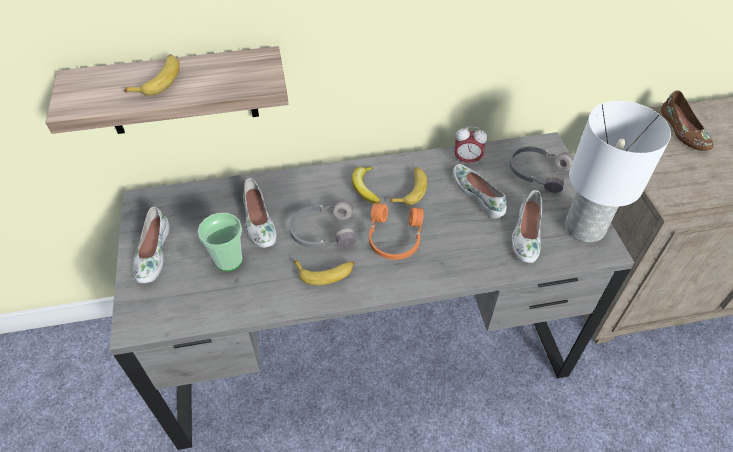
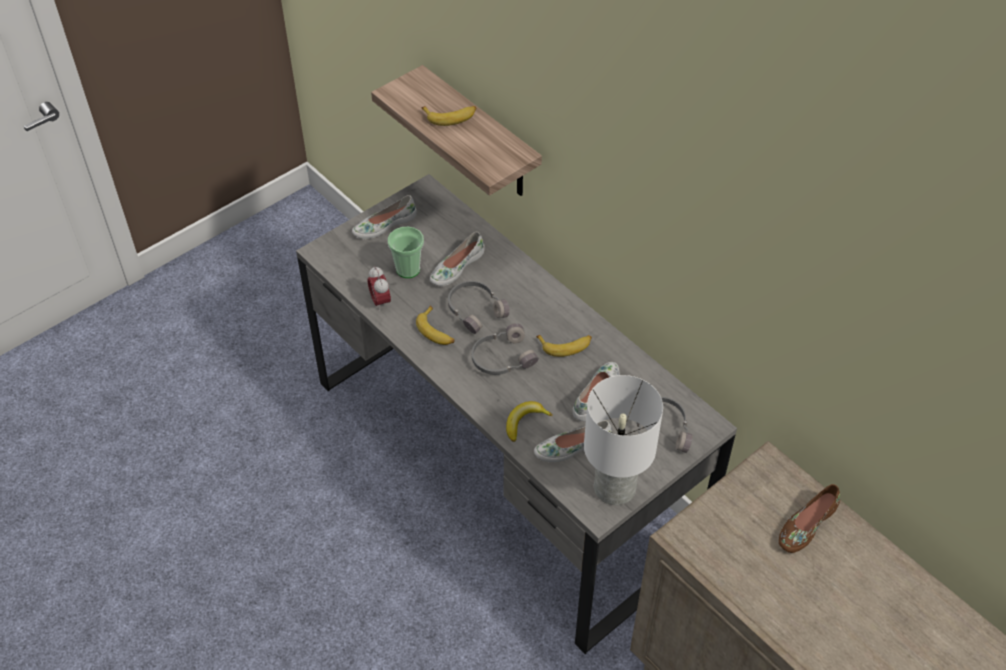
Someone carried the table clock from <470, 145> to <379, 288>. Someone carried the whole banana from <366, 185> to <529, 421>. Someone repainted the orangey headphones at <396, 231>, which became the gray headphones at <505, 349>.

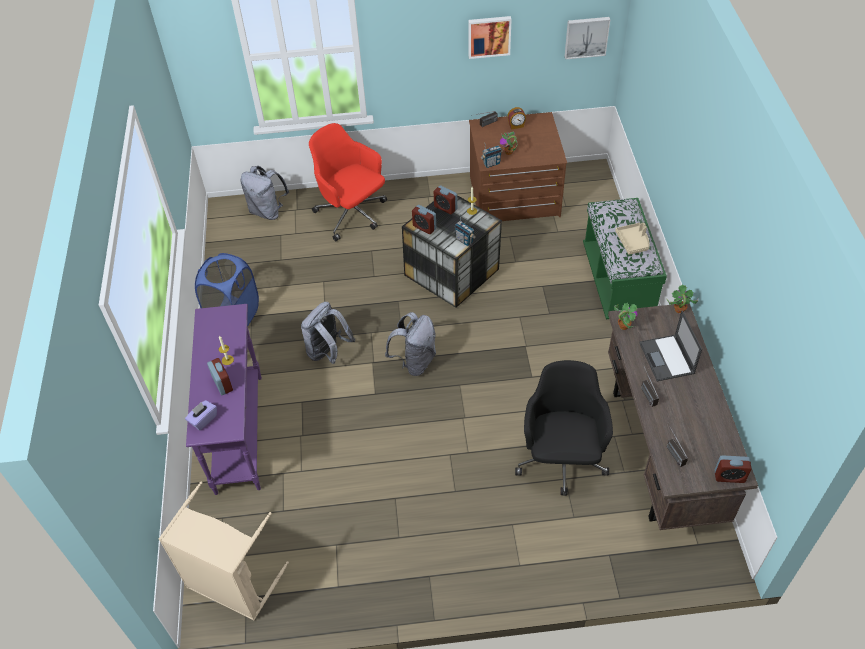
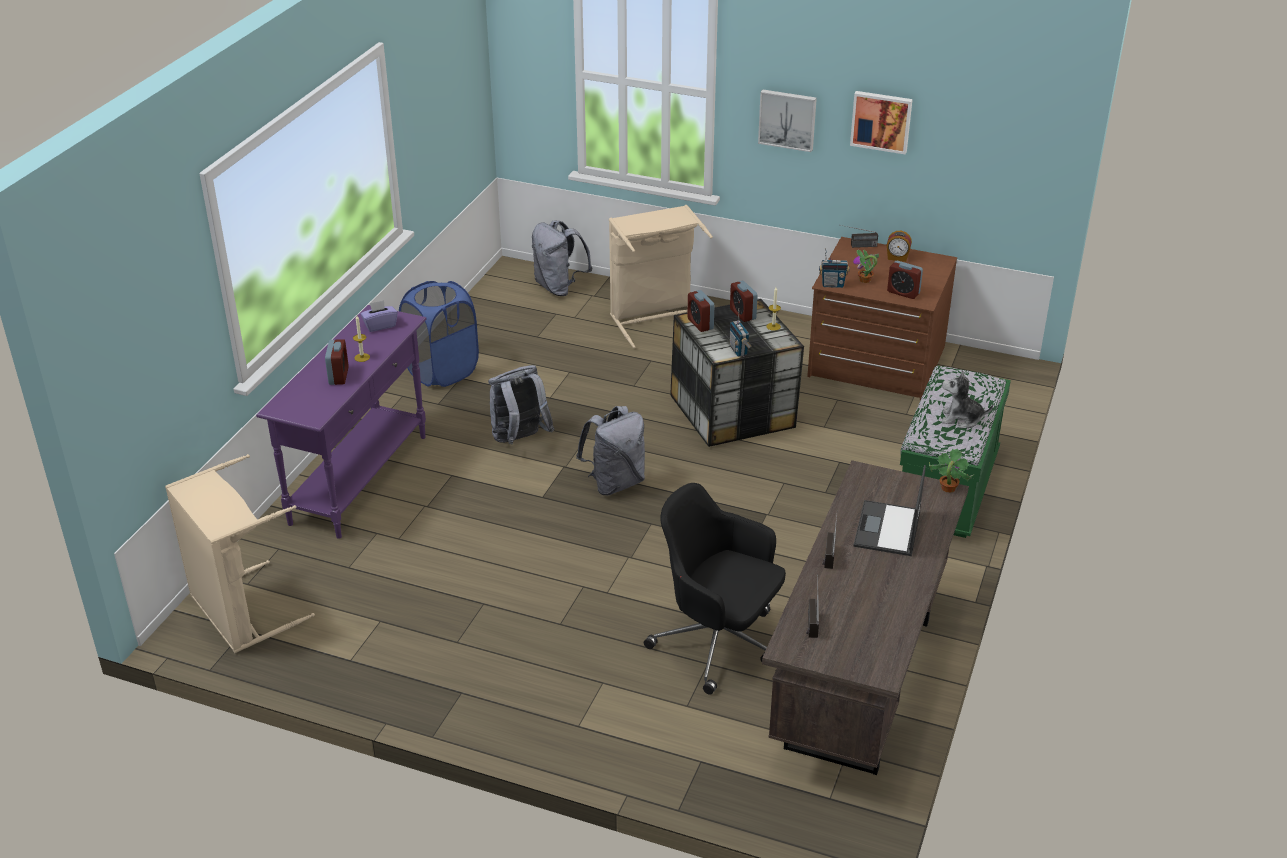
Someone carried the wall picture from <587, 38> to <787, 121>. Someone swapped the red computer chair at <348, 182> for the sand-coloured washing basket at <661, 276>. Someone swapped the sand-coloured tray at <632, 239> for the plush toy at <967, 399>. Someone took away the potted plant at <626, 316>. Someone rotated the blackish computer chair at <564, 428> by 90 degrees counterclockwise. Someone carried the purple-coloured tissue holder from <201, 415> to <379, 316>. Someone carried the table clock from <733, 469> to <905, 280>.

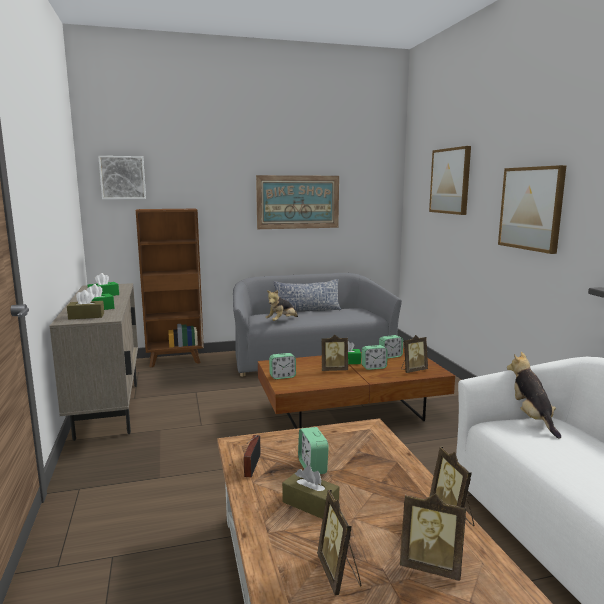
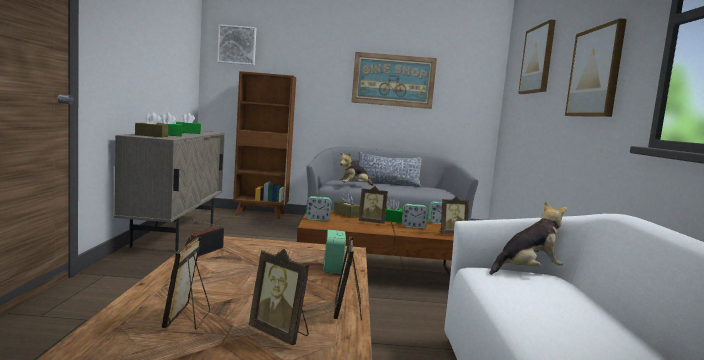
Someone rotated the plush toy at <534, 395> by 60 degrees clockwise. Someone carried the table clock from <313, 450> to <334, 252>. Someone carried the brownish tissue holder from <310, 492> to <347, 205>.

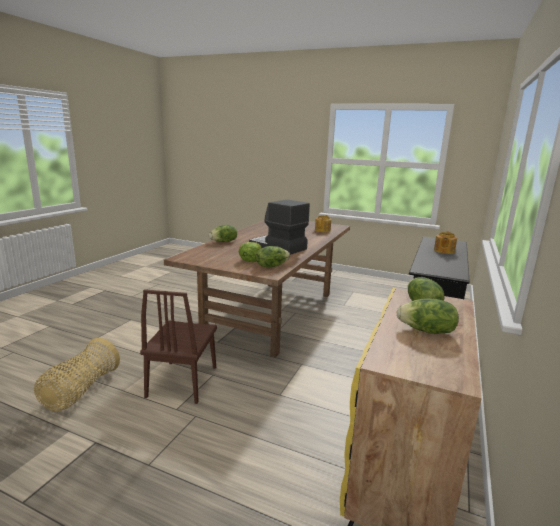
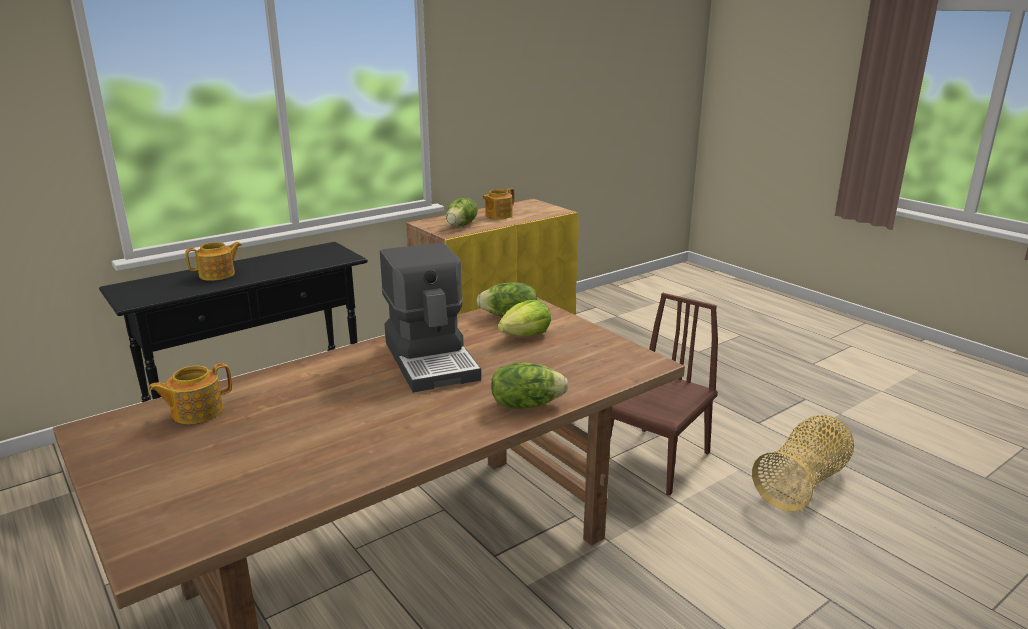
Someone swapped the lettuce at <427, 316> for the pot for tea at <498, 203>.

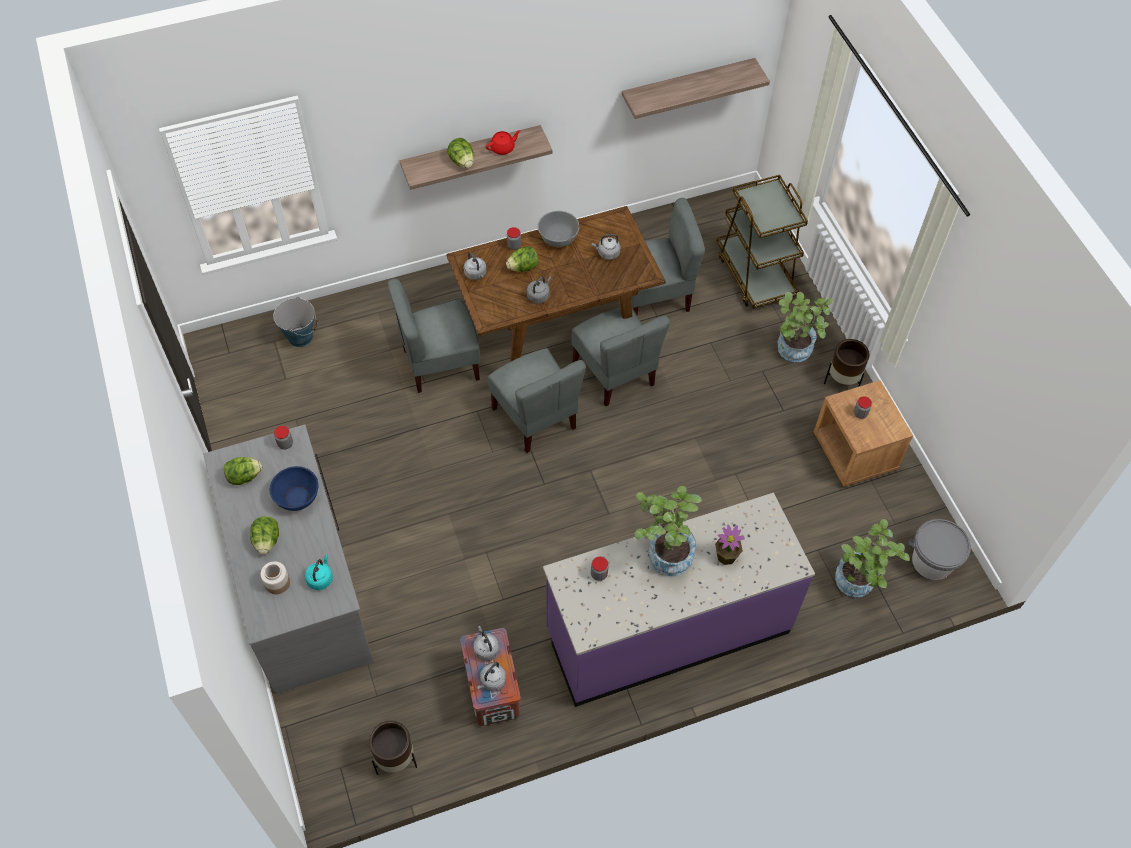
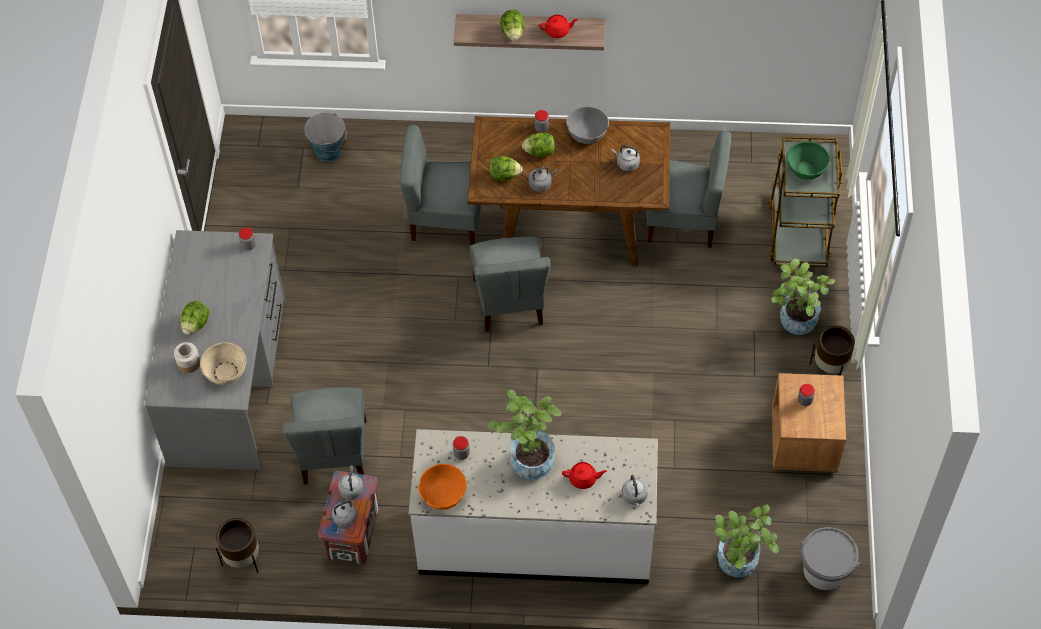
Someone took away the wall shelf at <696, 88>. Someone carried the gray water kettle from <475, 266> to <635, 491>. Someone carried the gray upright chair from <620, 356> to <324, 436>. Someone carried the lettuce from <243, 471> to <505, 168>. Someone took away the blue deep dish at <294, 488>. Someone repainted the purple-coloured kitchen base unit at <679, 600>, which became the white kitchen base unit at <533, 506>. Someone swapped the potted plant at <730, 545> for the red pot for tea at <584, 475>. Someone swapped the turquoise water kettle at <319, 572> for the sand-coloured deep dish at <223, 363>. Someone put down the green-coloured deep dish at <808, 160>. Someone put down the orangey deep dish at <442, 487>.

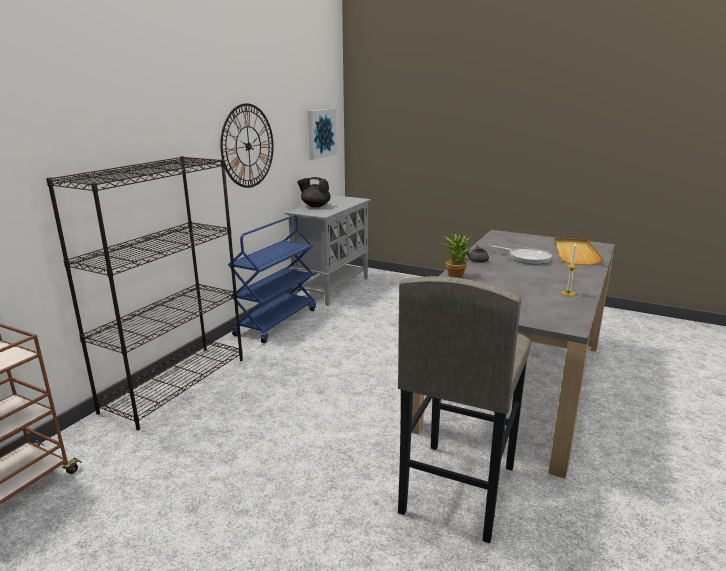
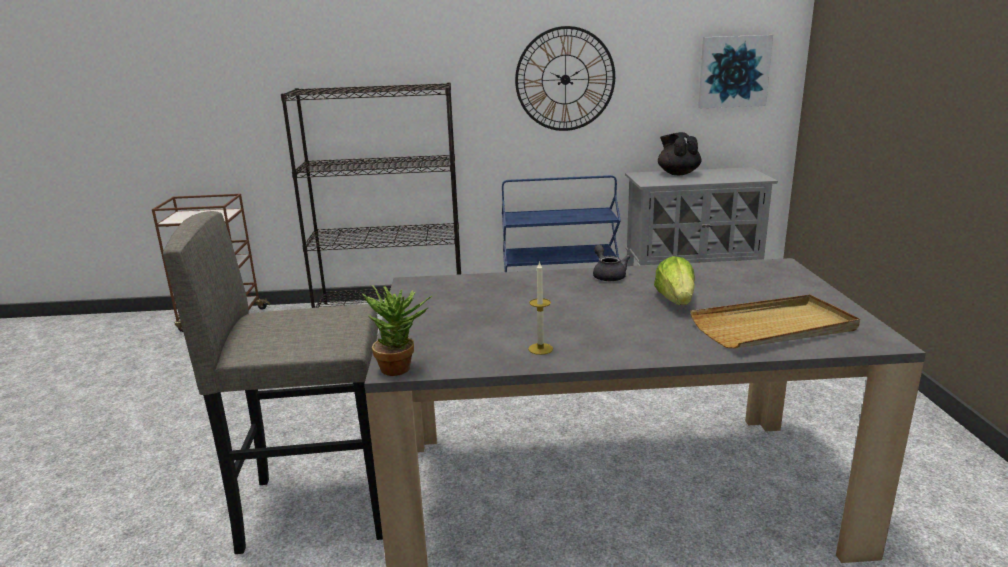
Someone carried the potted plant from <456, 256> to <397, 330>. Someone swapped the pan at <521, 254> for the lettuce at <674, 280>.

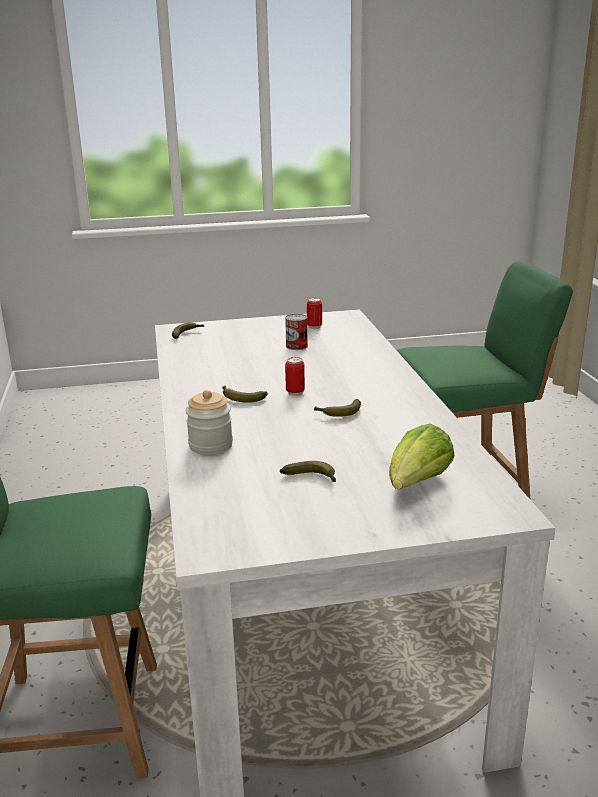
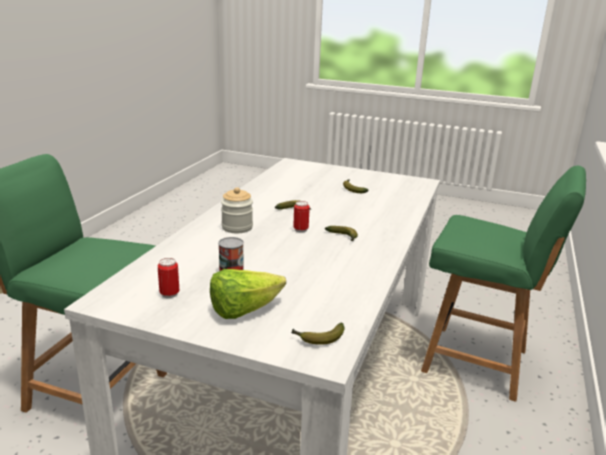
Someone carried the preserve jar from <209, 422> to <237, 210>. Someone carried the lettuce from <422, 456> to <248, 294>.

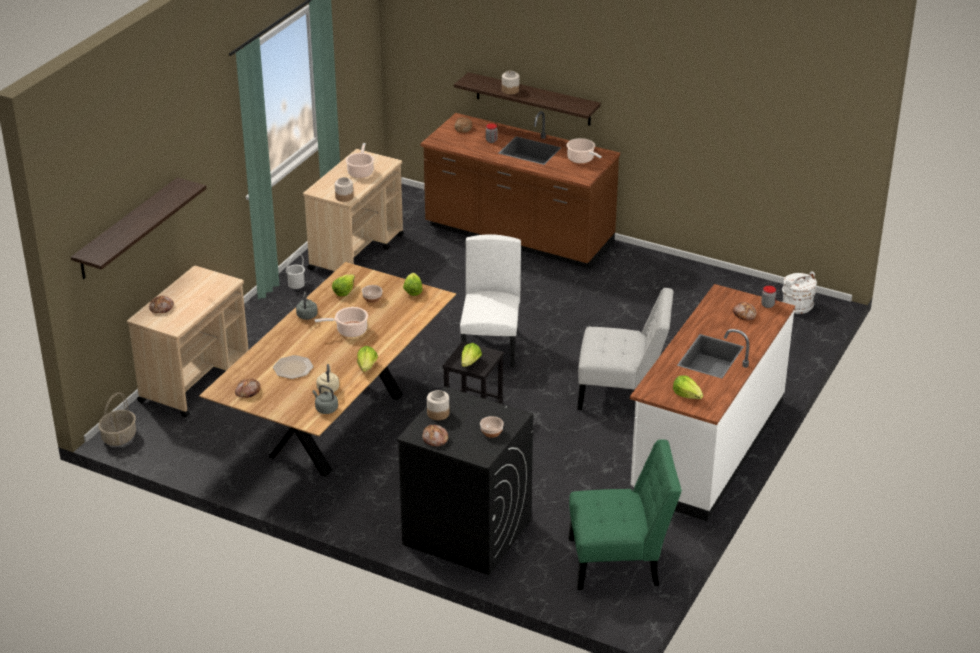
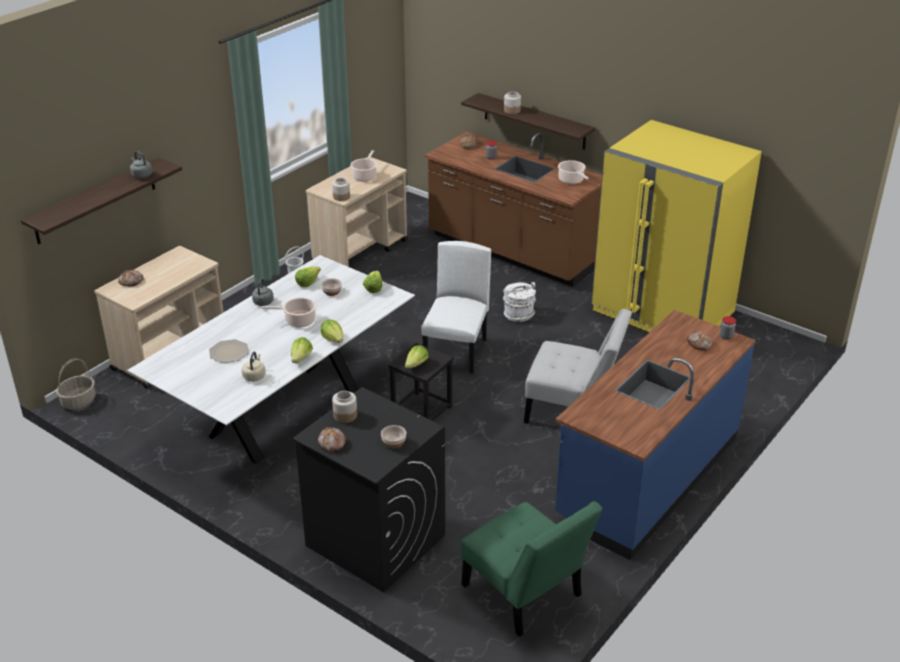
Someone repainted the brownish dining table at <327, 369>, which became the white dining table at <271, 359>. Someone carried the white water bucket from <799, 292> to <519, 302>. Someone repainted the white kitchen base unit at <712, 402>, which became the blue kitchen base unit at <655, 435>. Someone carried the lettuce from <688, 387> to <332, 331>. Someone took away the baked bread at <248, 388>. Someone carried the gray water kettle from <325, 399> to <141, 165>. Someone rotated the green-coloured upright chair at <625, 514> by 45 degrees clockwise. Someone put down the yellow refrigerator at <676, 226>.

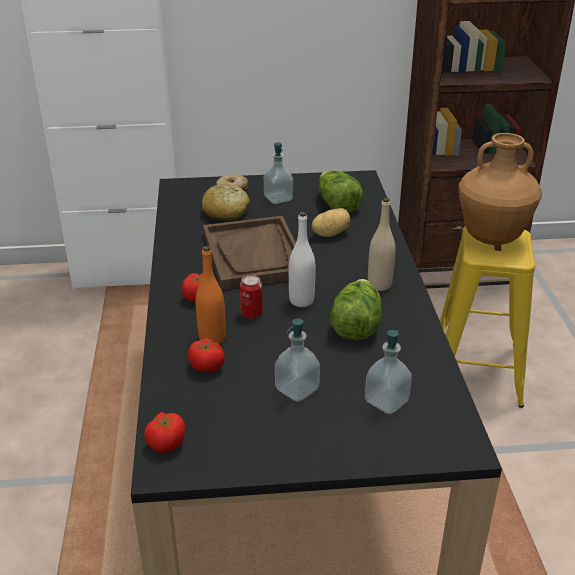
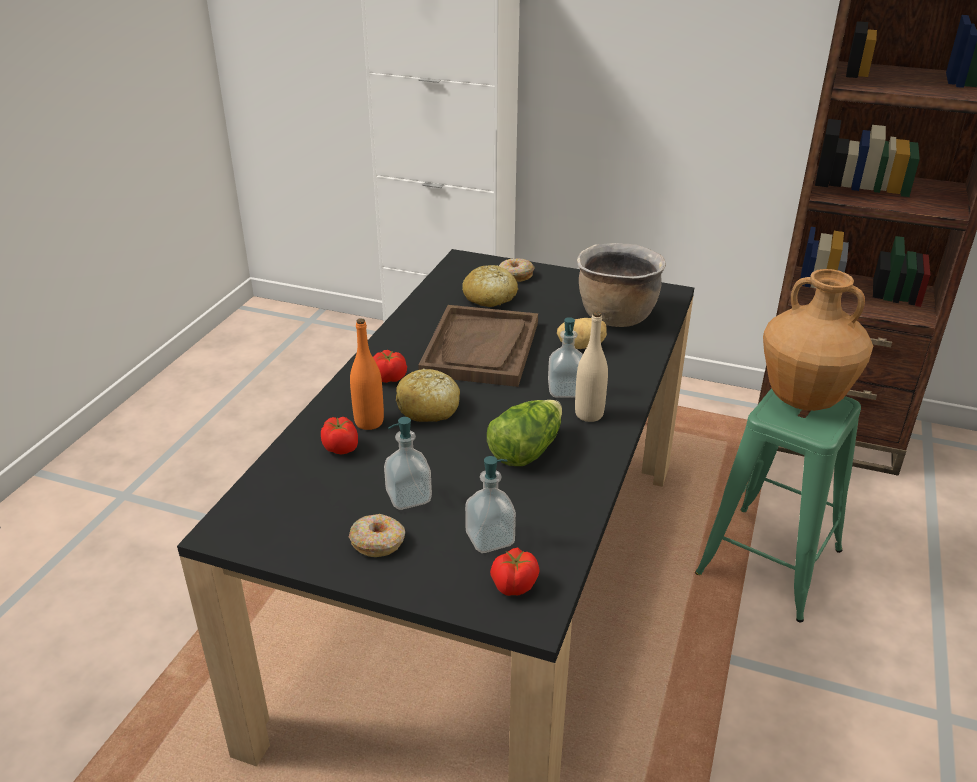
Someone carried the liquid soap bottle from <278, 173> to <565, 357>. Someone swapped the lettuce at <340, 191> for the brownish cooking pot at <621, 285>. Someone took away the white bottle at <302, 259>. Someone repainted the yellow sitting stool at <487, 317>, which became the green-coloured sitting stool at <778, 505>. Someone swapped the sealed can at <251, 297> for the baked bread at <428, 395>. Someone carried the fresh tomato from <164, 433> to <515, 572>. Someone put down the doughnut at <377, 535>.

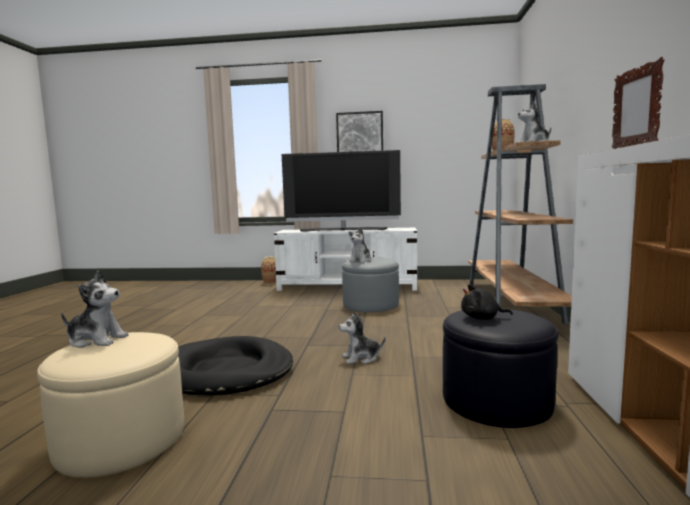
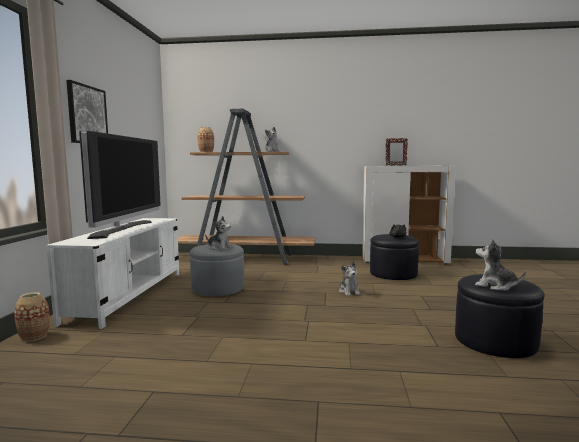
Someone rotated the plush toy at <95, 309> by 60 degrees counterclockwise. Someone repainted the sand-coloured pouffe at <110, 405>, which became the blackish pouffe at <499, 316>. Someone took away the blackish pet bed at <235, 366>.

